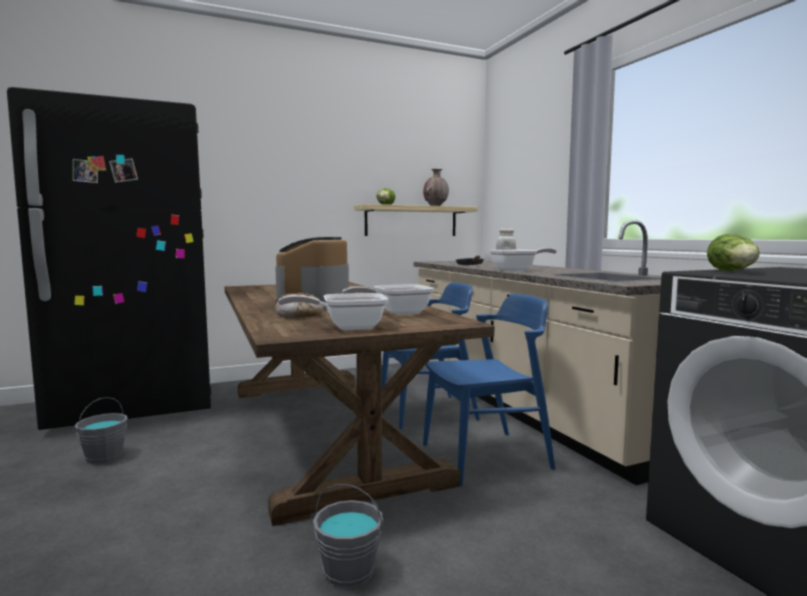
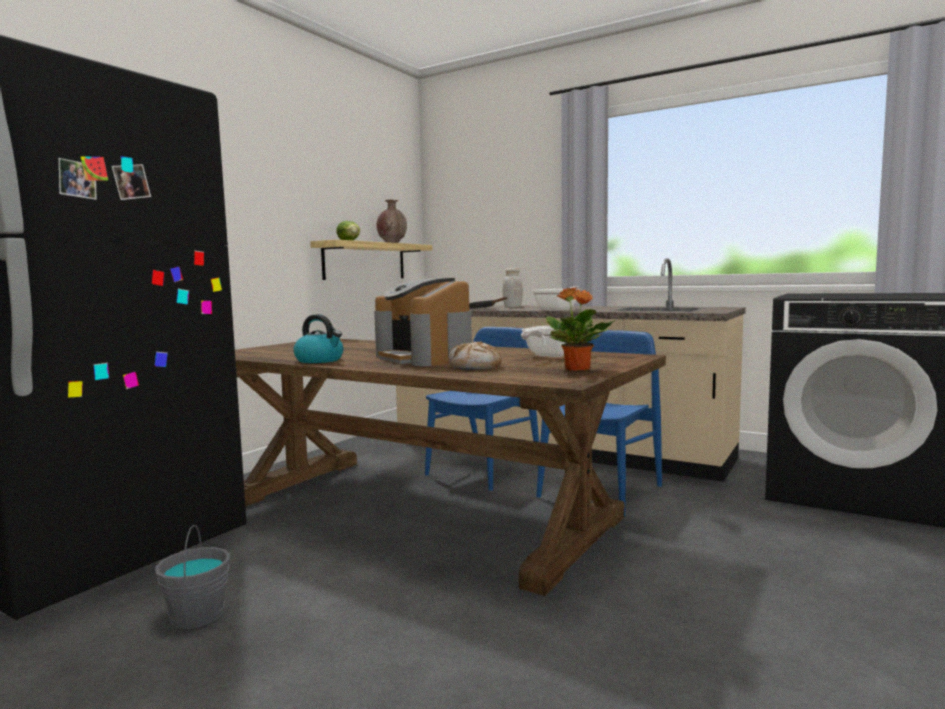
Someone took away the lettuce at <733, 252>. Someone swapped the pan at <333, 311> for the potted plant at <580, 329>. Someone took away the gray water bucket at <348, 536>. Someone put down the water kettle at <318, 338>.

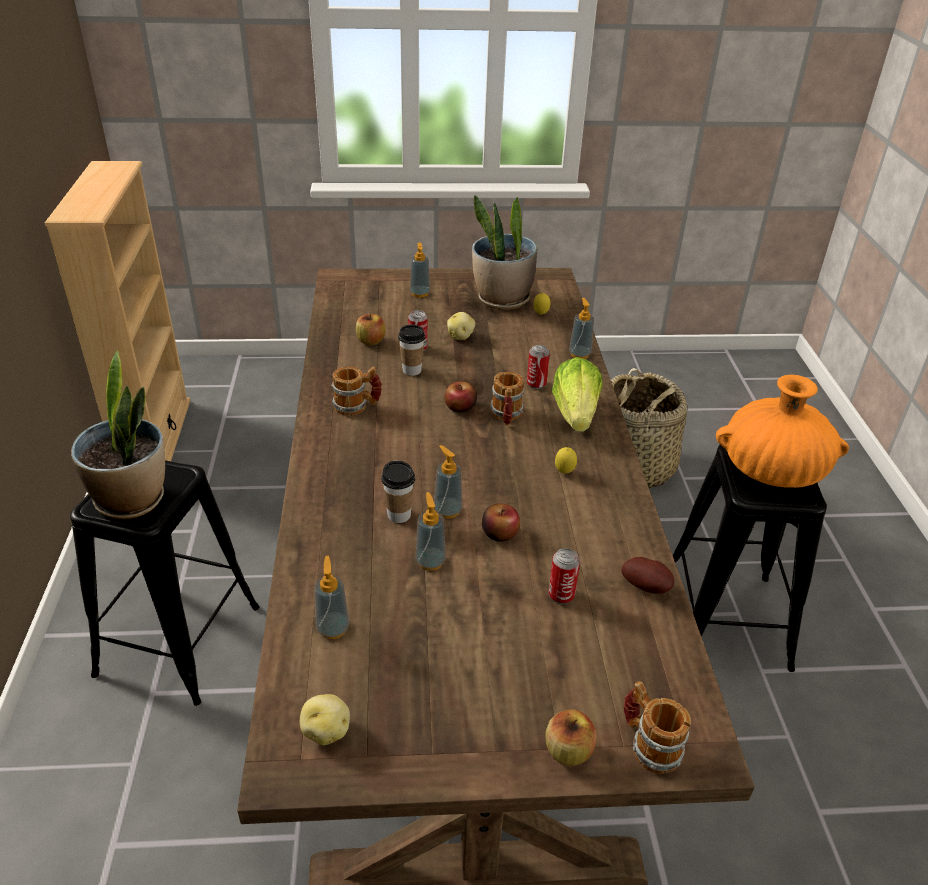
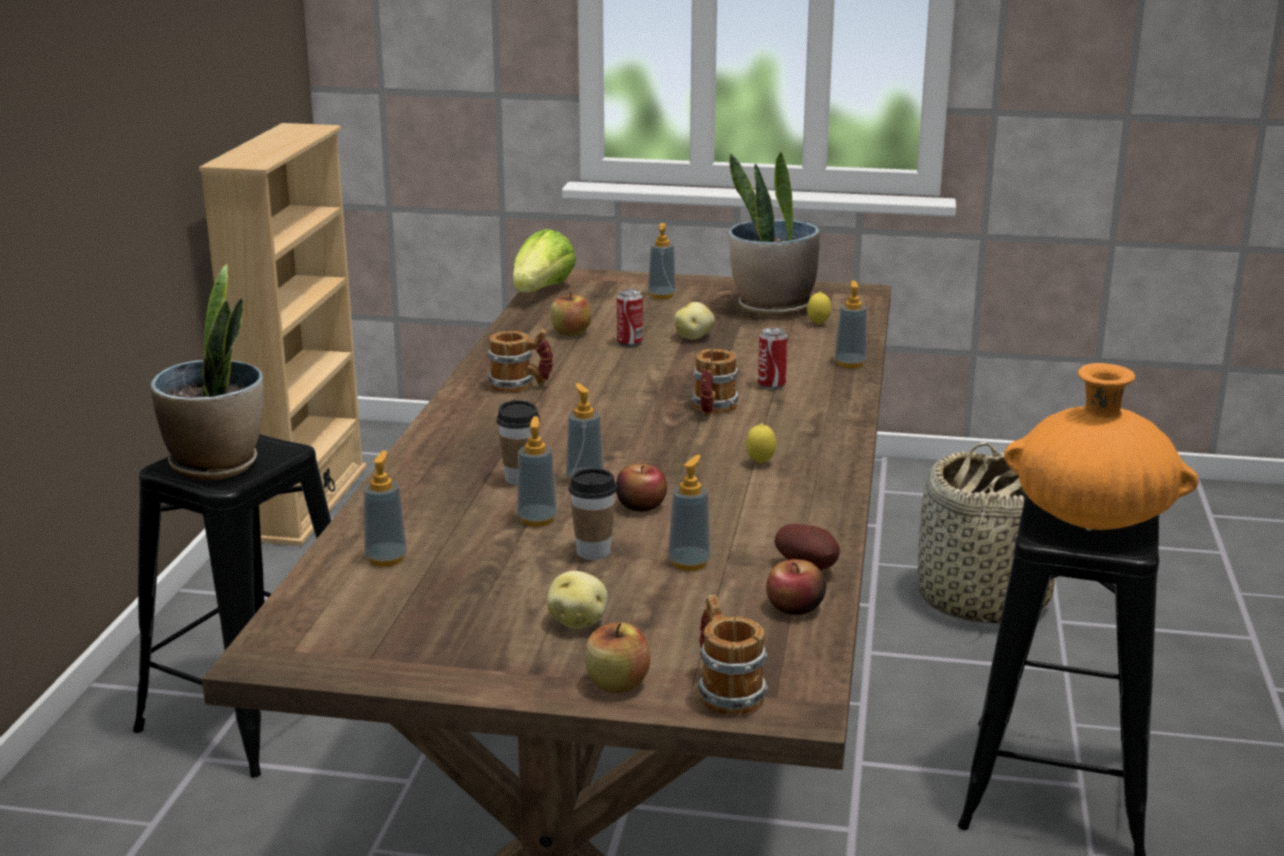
Someone carried the drinking cup from <411, 350> to <592, 514>. Someone carried the lettuce from <577, 394> to <544, 260>. Someone carried the apple from <460, 396> to <796, 587>. Someone swapped the sealed can at <564, 576> for the liquid soap bottle at <689, 513>. Someone carried the spud from <325, 719> to <577, 600>.

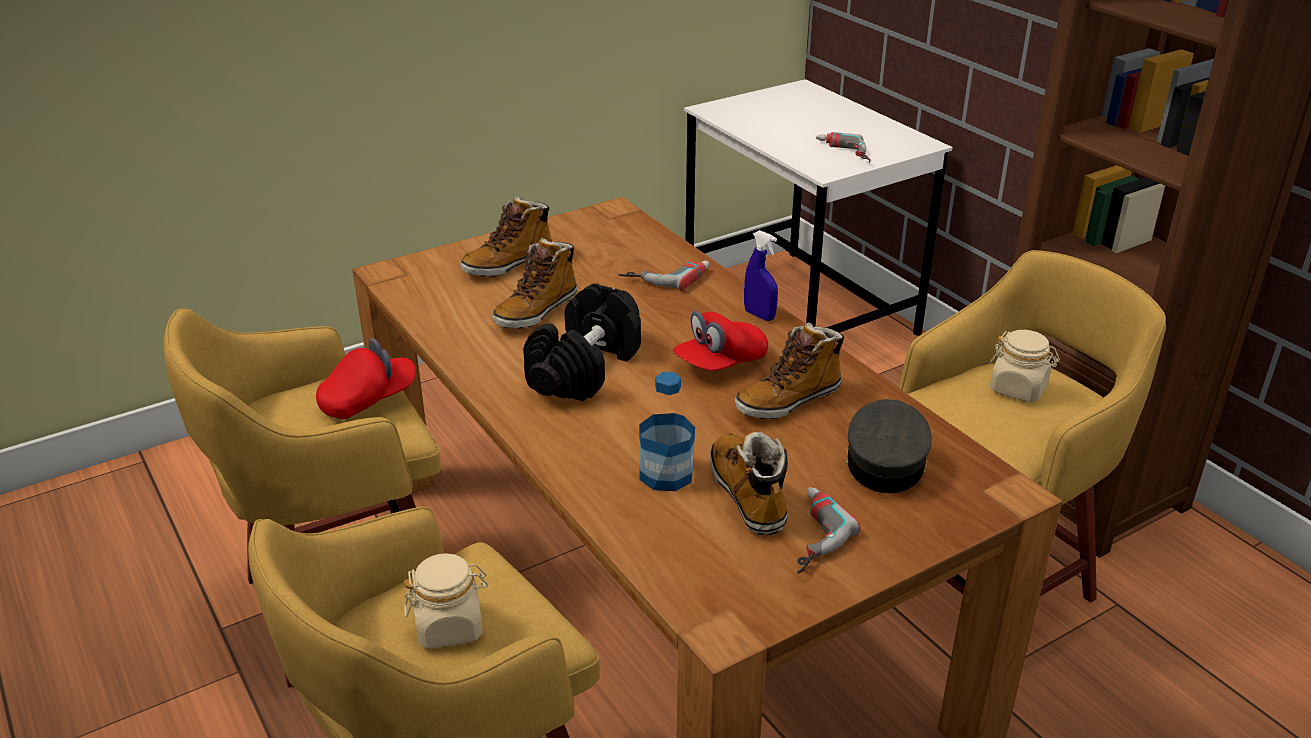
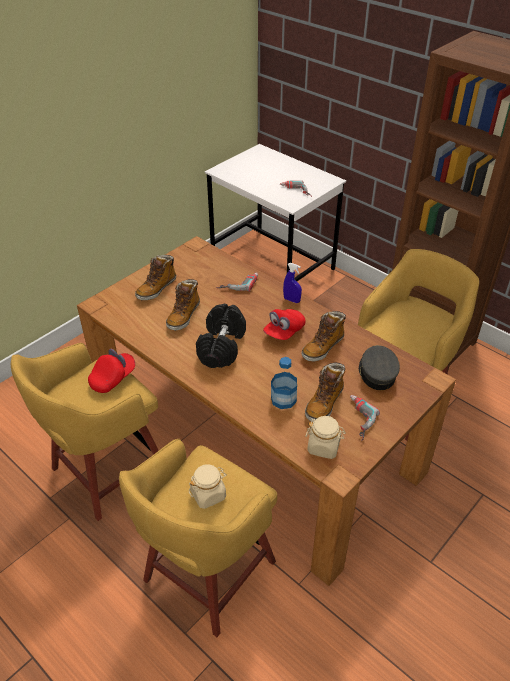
Someone carried the sand-coloured preserve jar from <1025, 366> to <325, 437>. Someone rotated the boot at <749, 483> by 120 degrees counterclockwise.

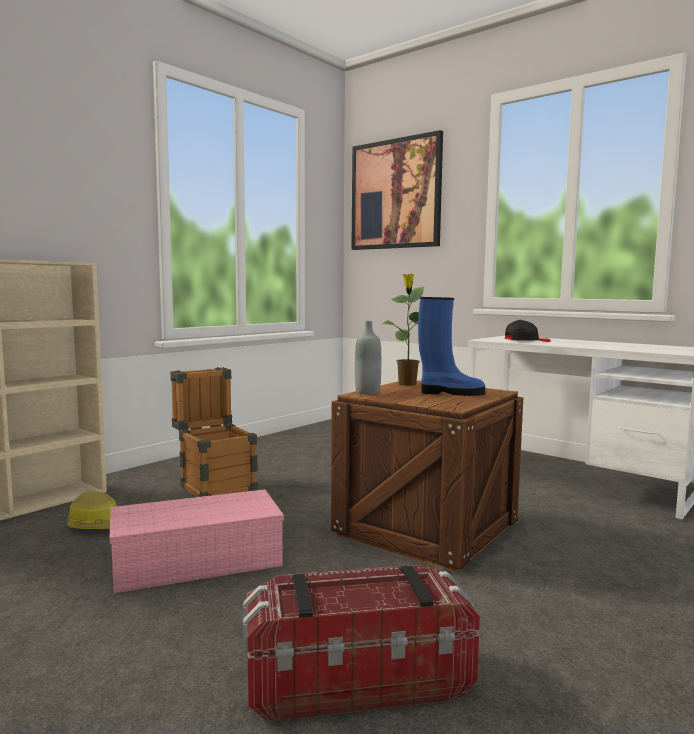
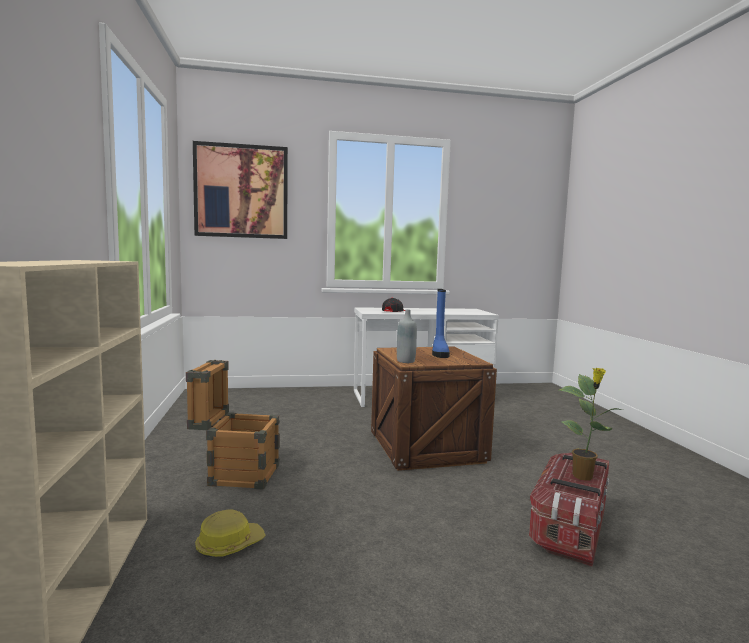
Someone carried the potted plant from <403, 330> to <591, 424>. Someone rotated the blue boot at <451, 346> by 135 degrees clockwise. Someone took away the pink storage bin at <197, 541>.

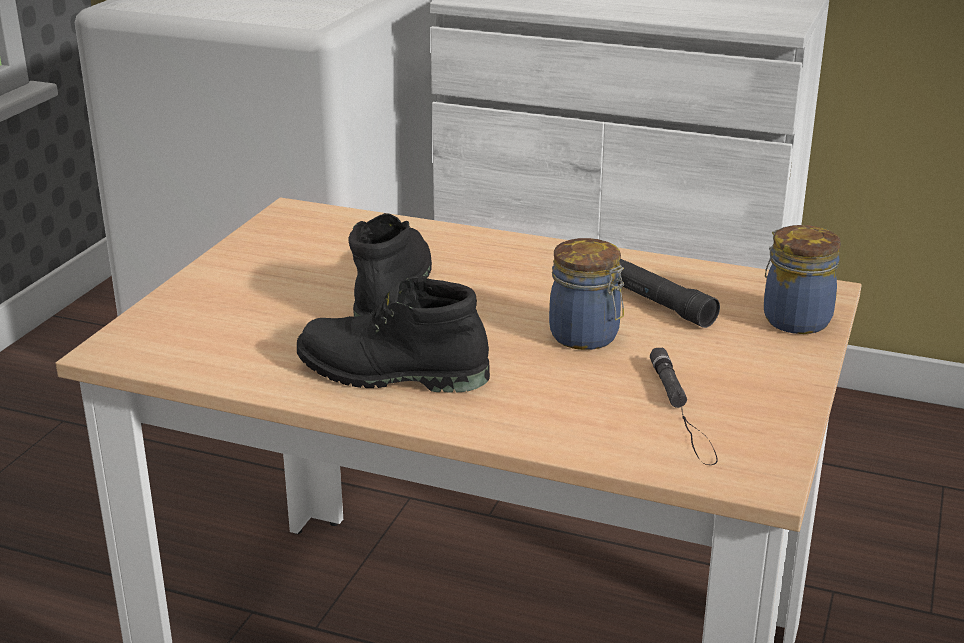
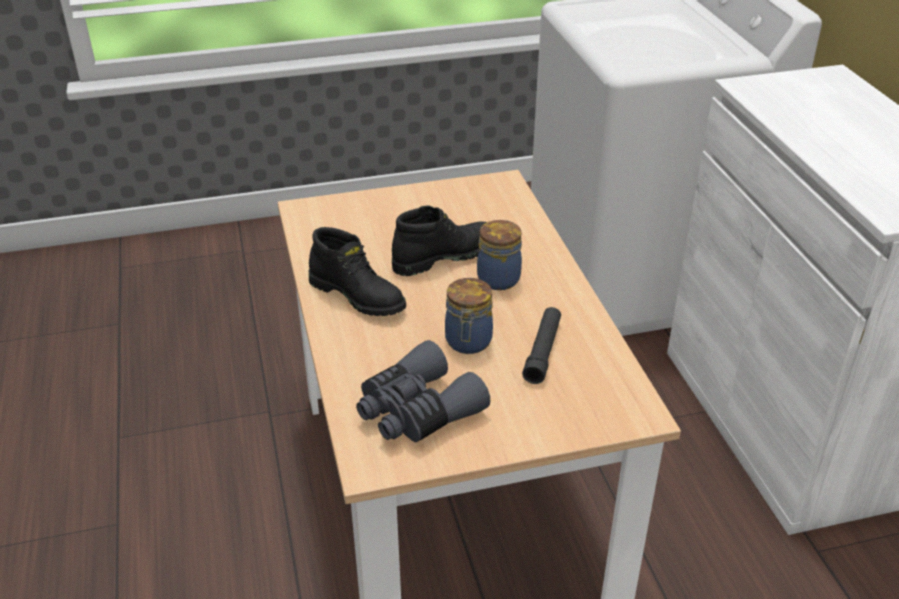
Someone carried the preserve jar from <802, 279> to <499, 255>. Someone rotated the blackish boot at <393, 334> by 150 degrees clockwise. Someone swapped the blackish flashlight at <684, 406> for the gray pair of binoculars at <423, 391>.

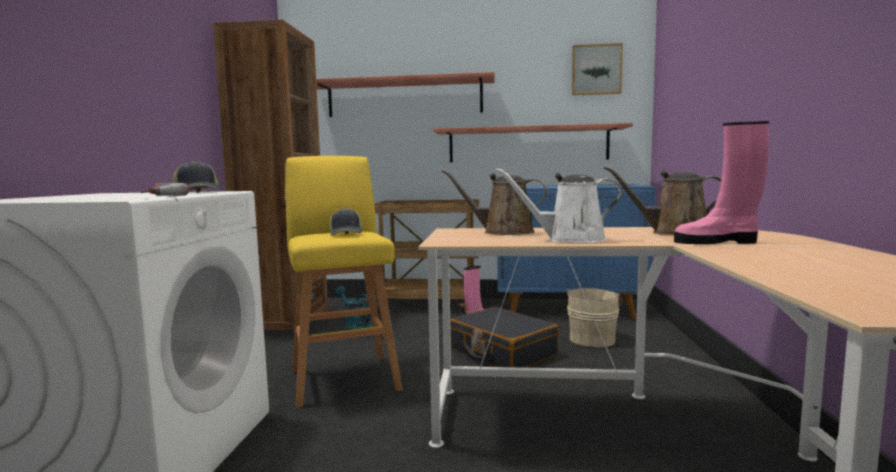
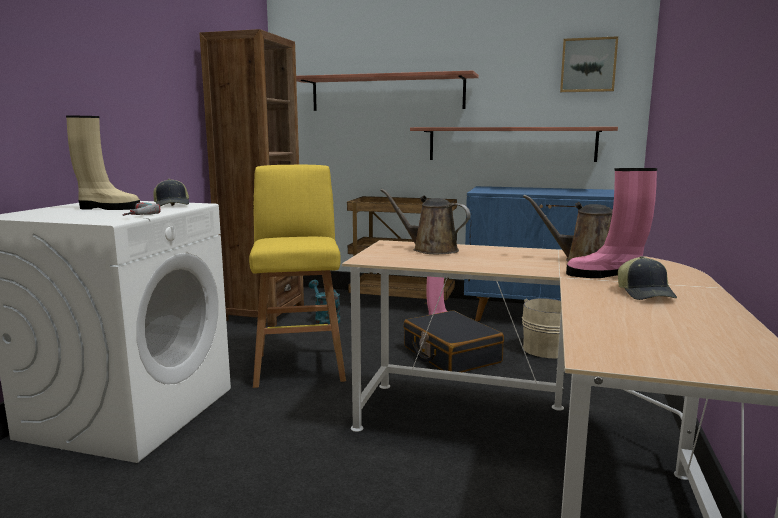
Someone took away the white watering can at <558, 205>. Someone carried the peaked cap from <346, 222> to <647, 278>. Someone put down the sand-coloured boot at <103, 162>.

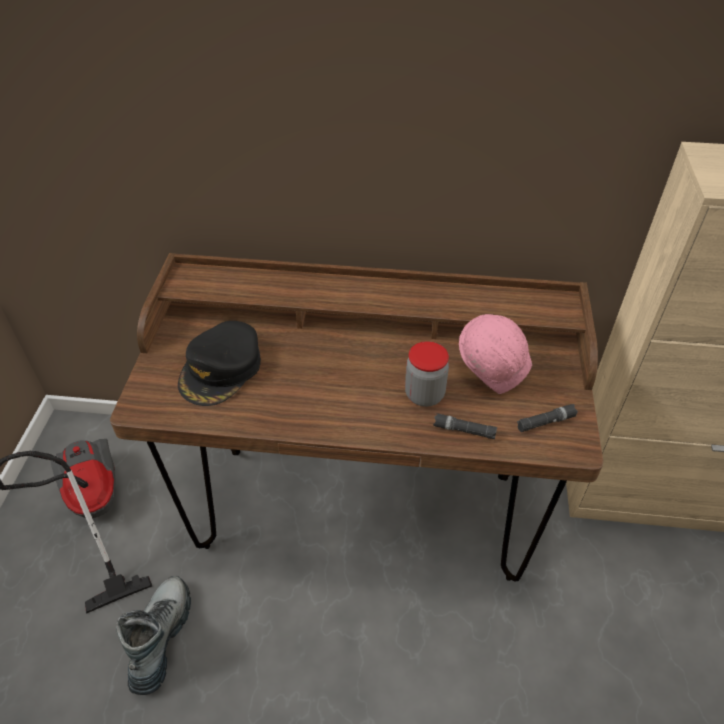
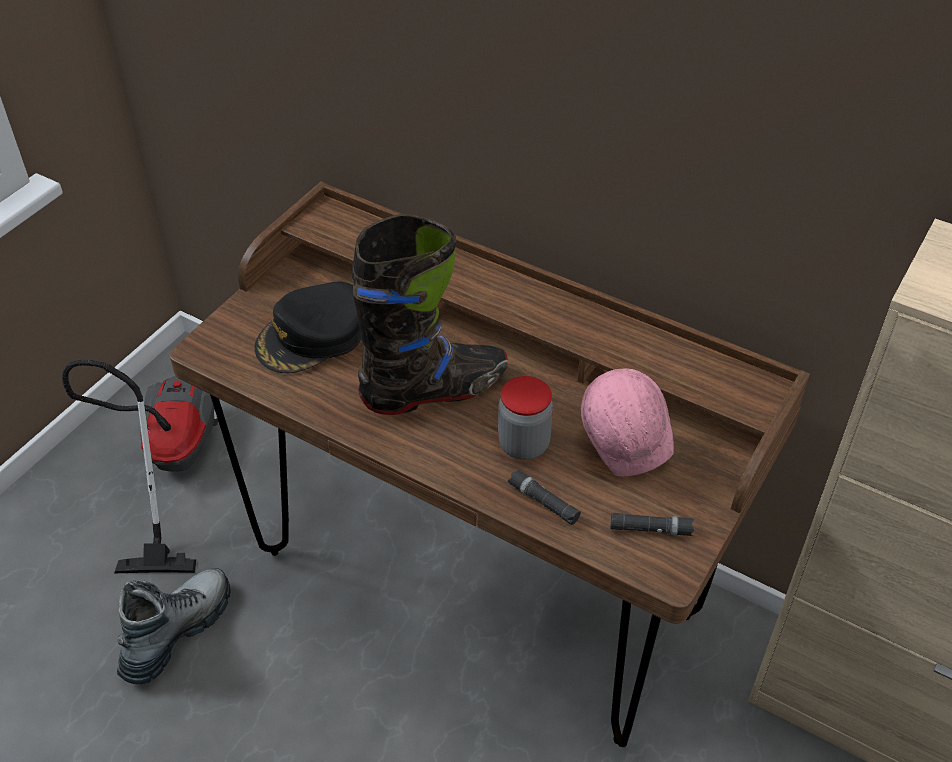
Someone put down the blackish boot at <430, 314>.

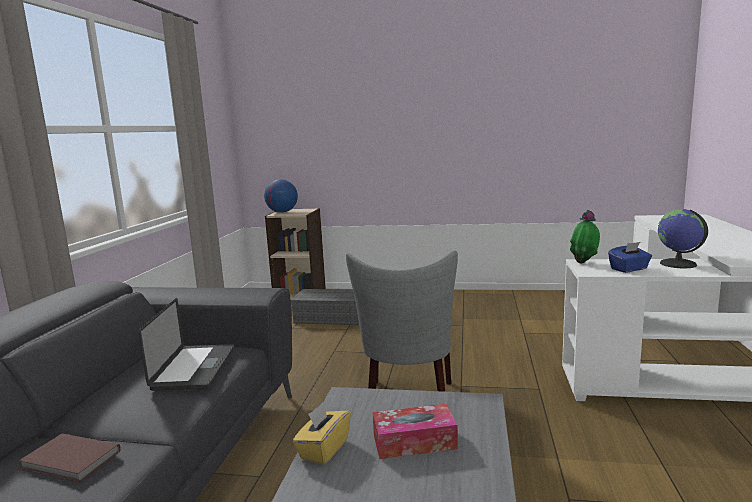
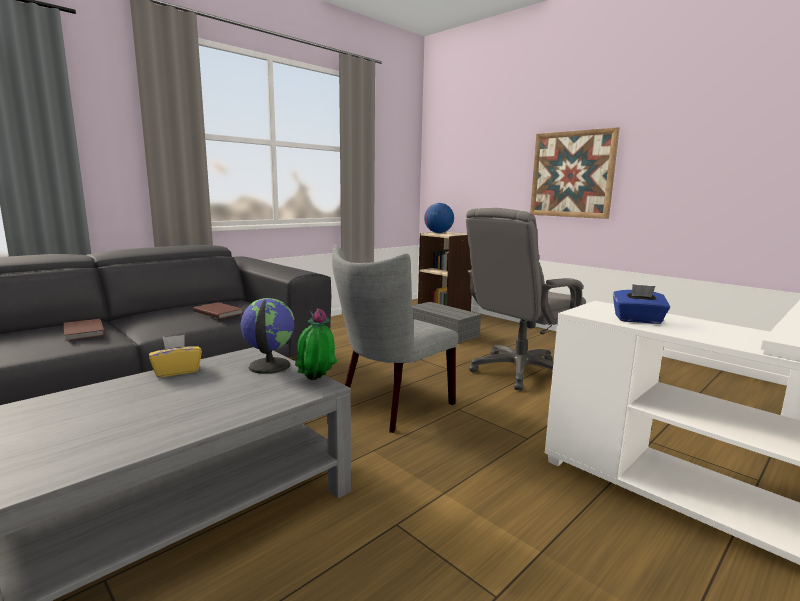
Someone carried the world globe from <683, 238> to <267, 336>. Someone carried the potted plant from <585, 236> to <316, 344>. Someone swapped the laptop at <186, 344> for the brownish volume at <218, 310>. Someone took away the tissue holder at <415, 431>. Someone put up the wall picture at <575, 173>. Someone put down the gray computer chair at <526, 299>.

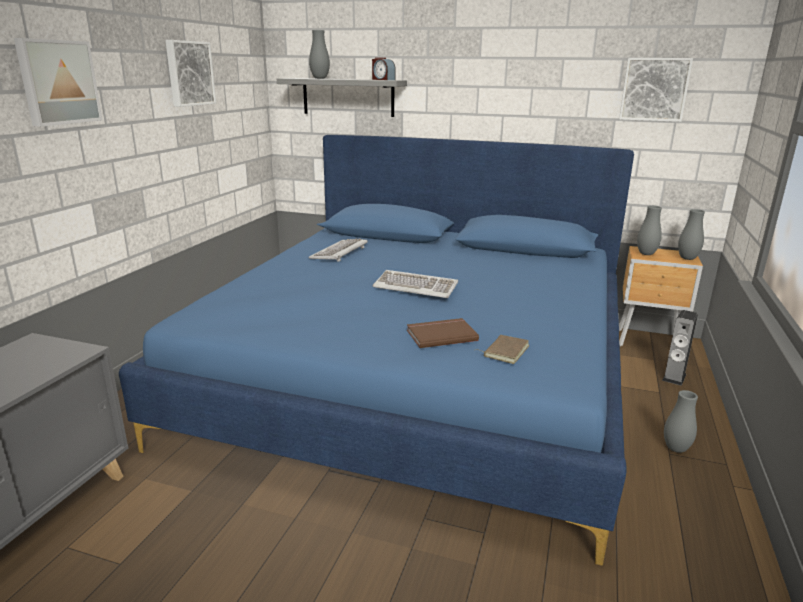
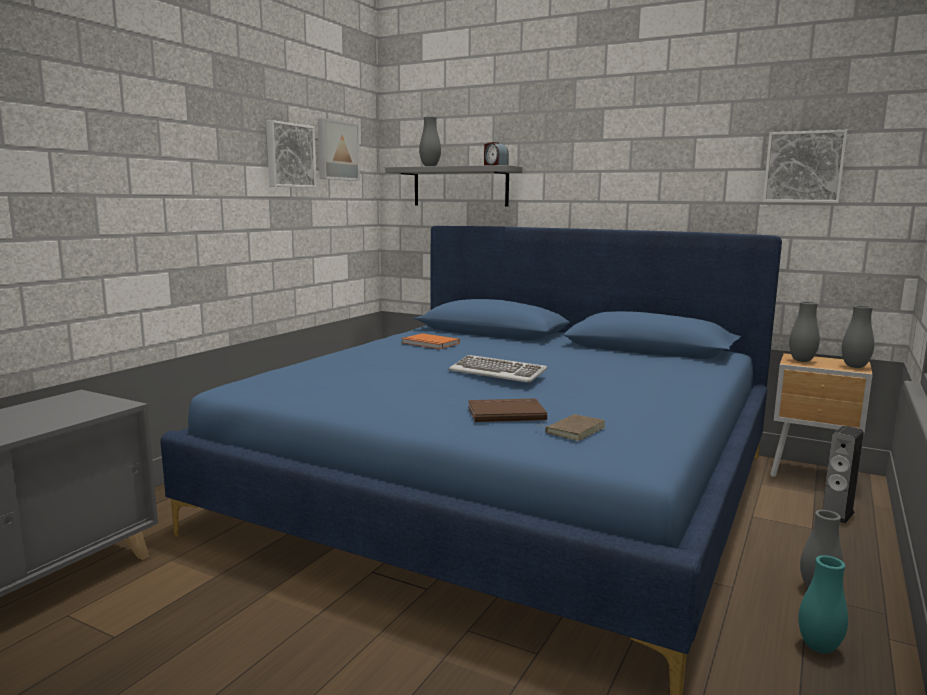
Someone carried the wall picture from <58, 82> to <339, 149>. Someone swapped the keyboard at <338, 250> for the orangey volume at <431, 341>. Someone put down the turquoise flower vase at <823, 604>.

